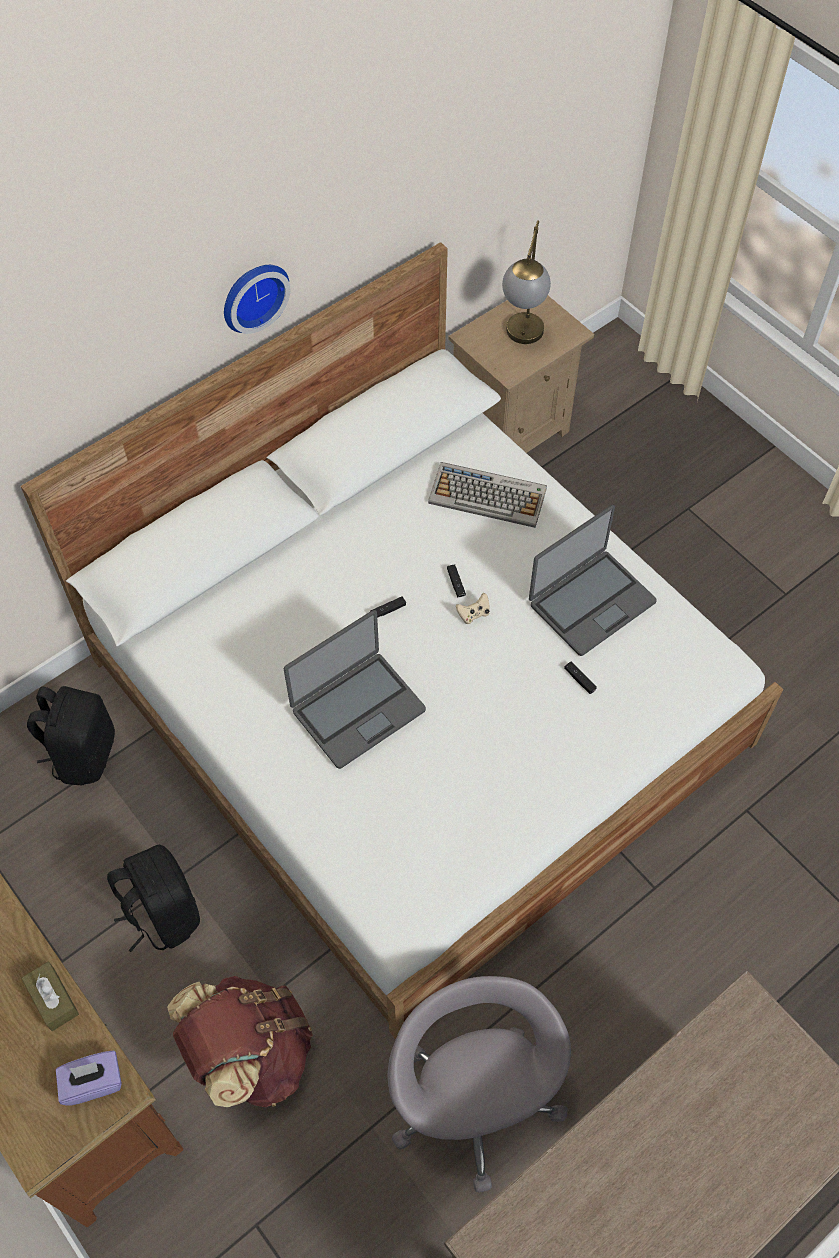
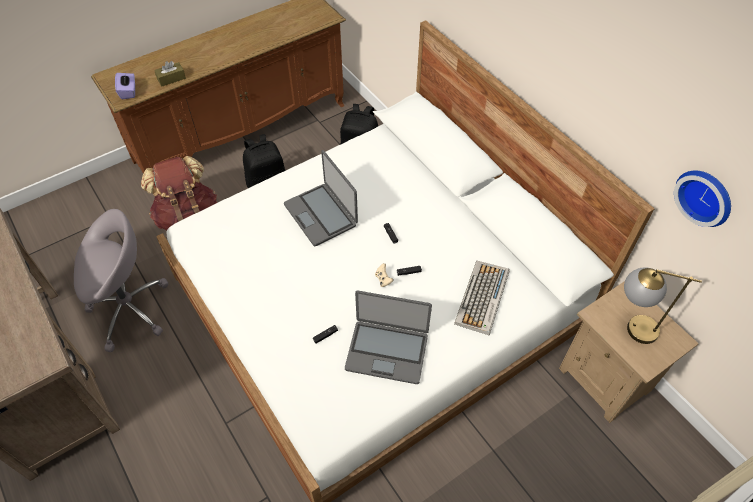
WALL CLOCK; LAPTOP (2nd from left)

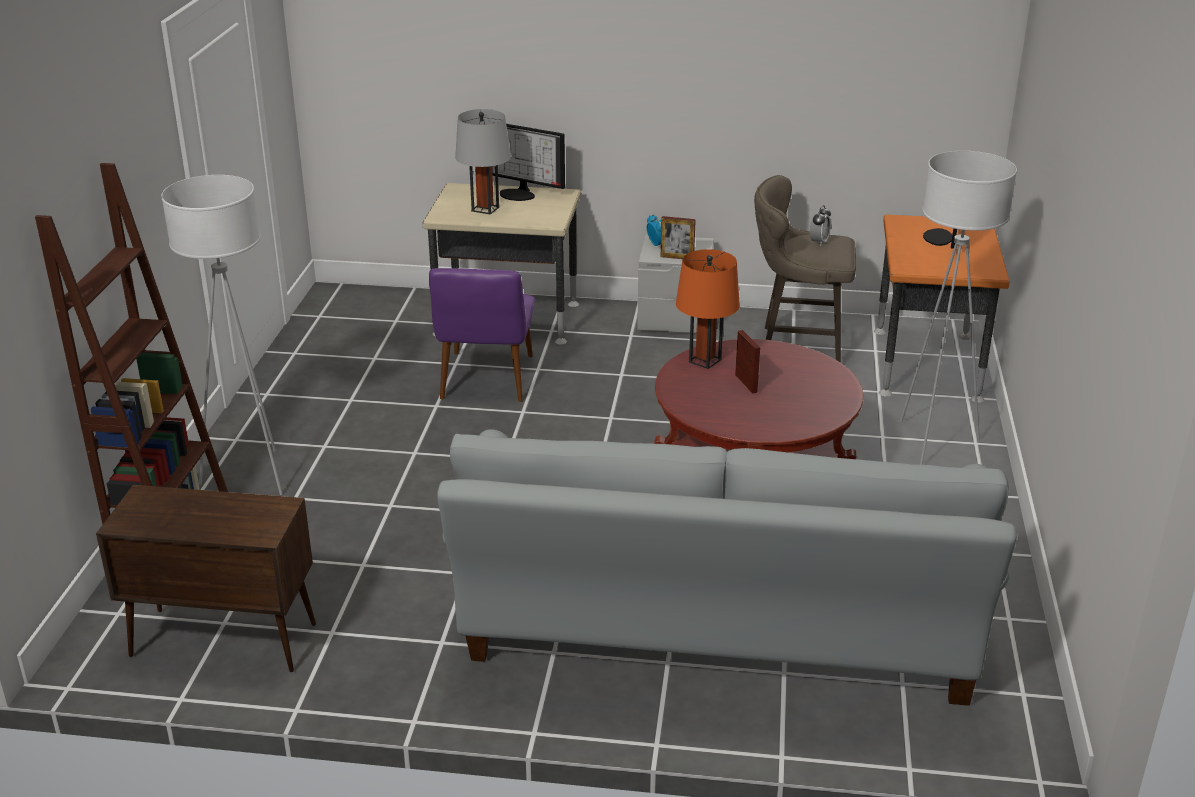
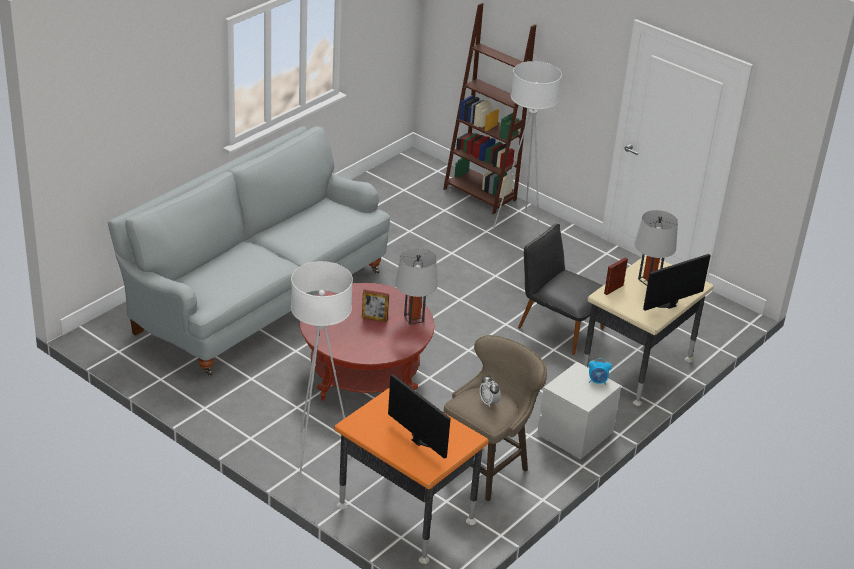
BROWN CABINET; PICTURE FRAME (2nd from left); BLACK CHAIR; GREY TABLE LAMP (1st from left)

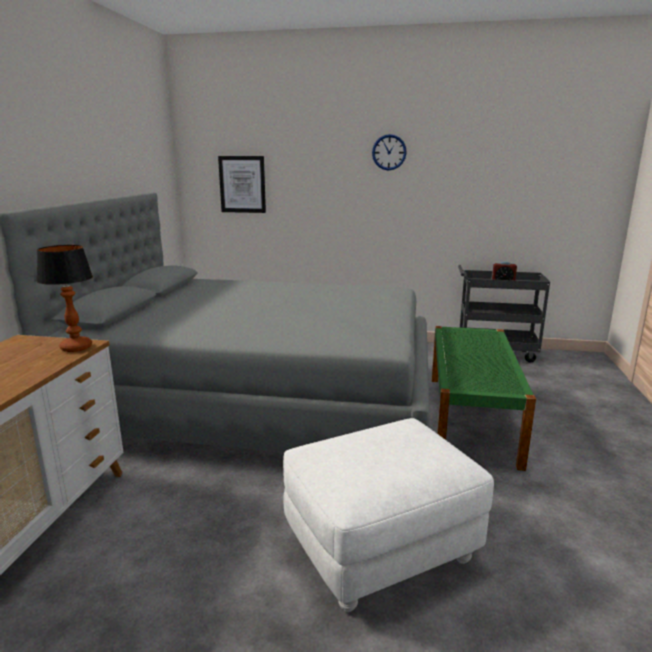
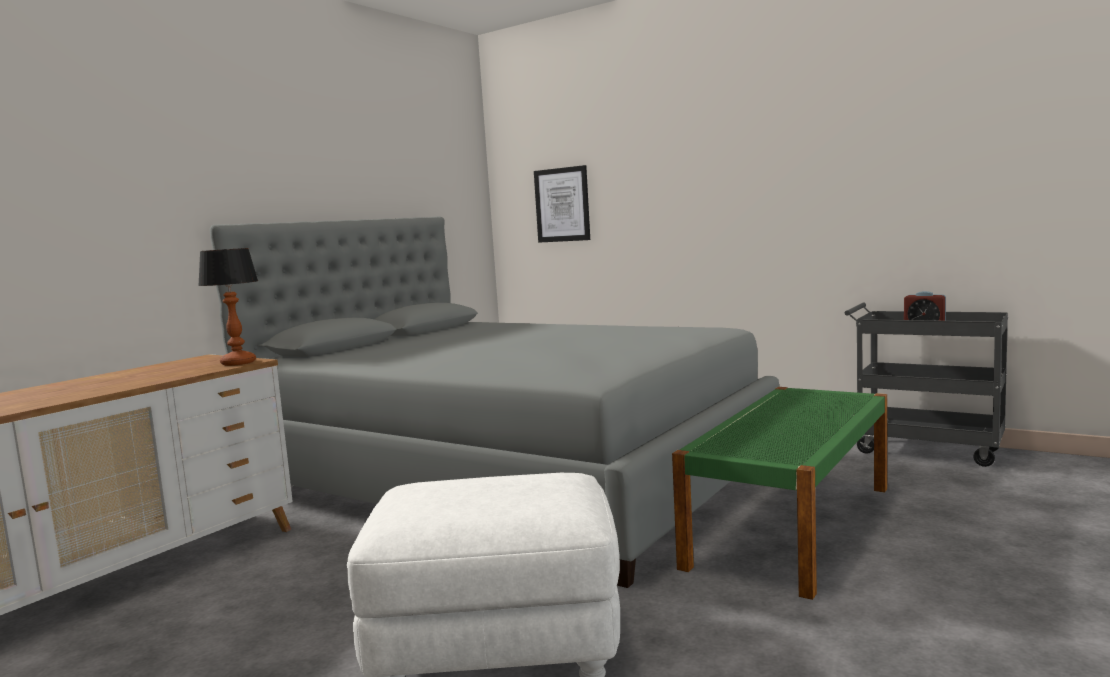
WALL CLOCK

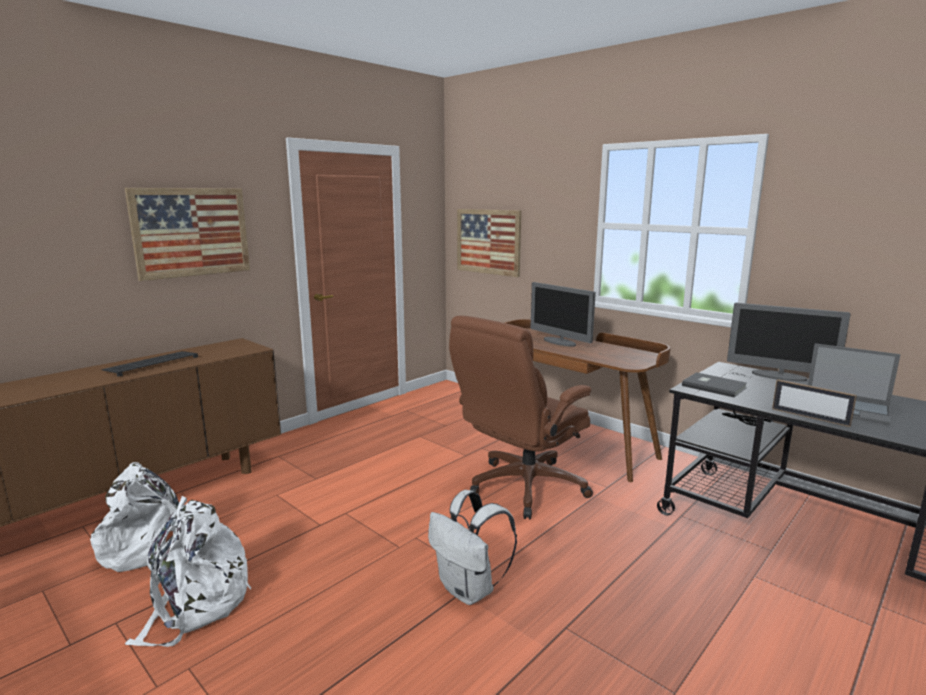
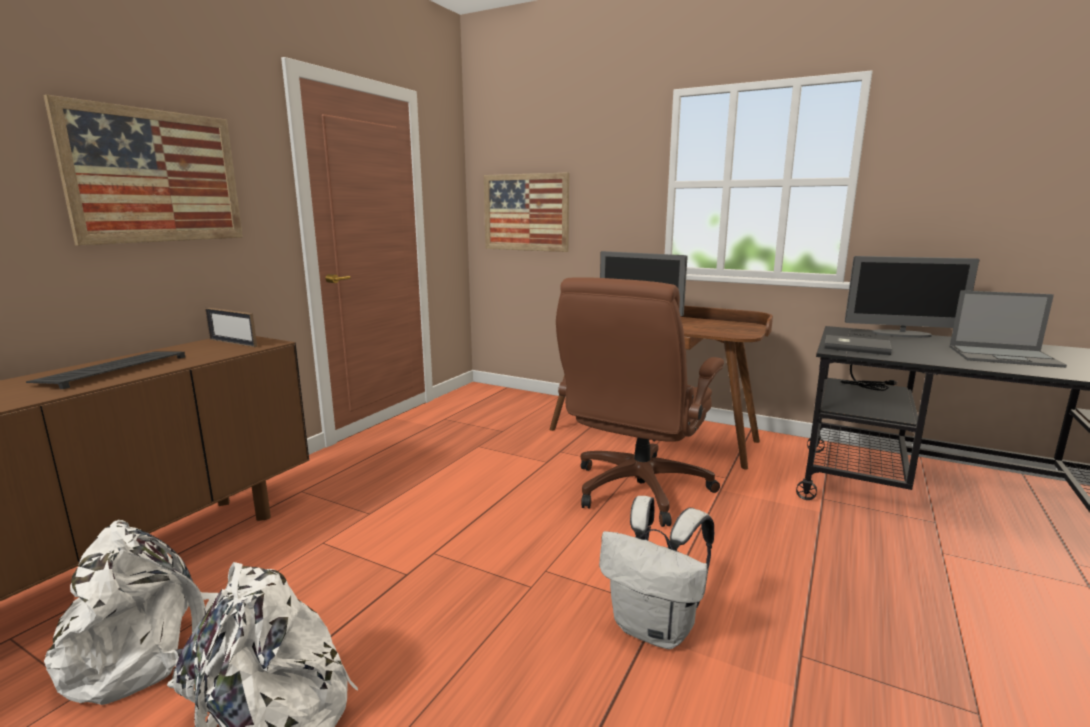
PICTURE FRAME

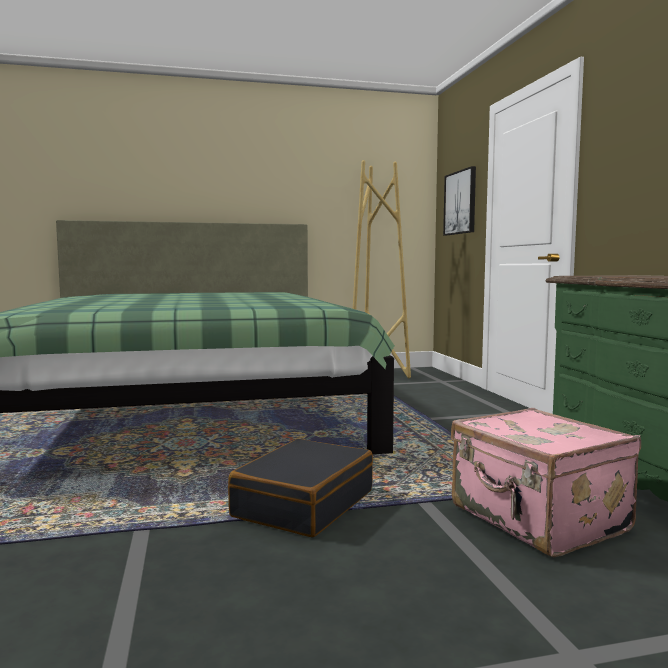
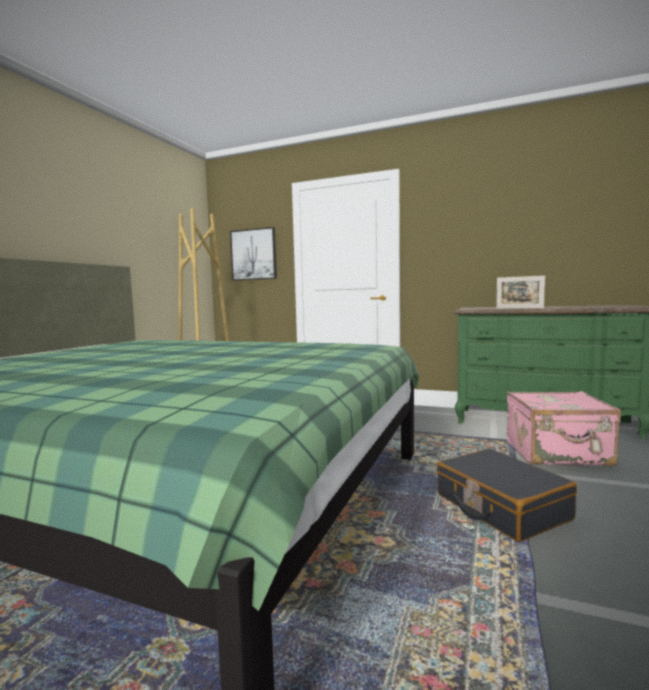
PICTURE FRAME

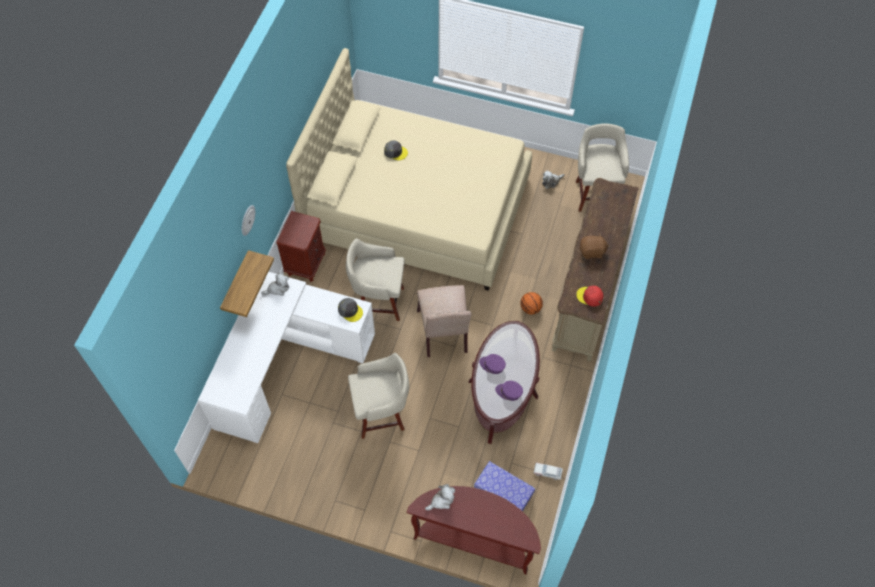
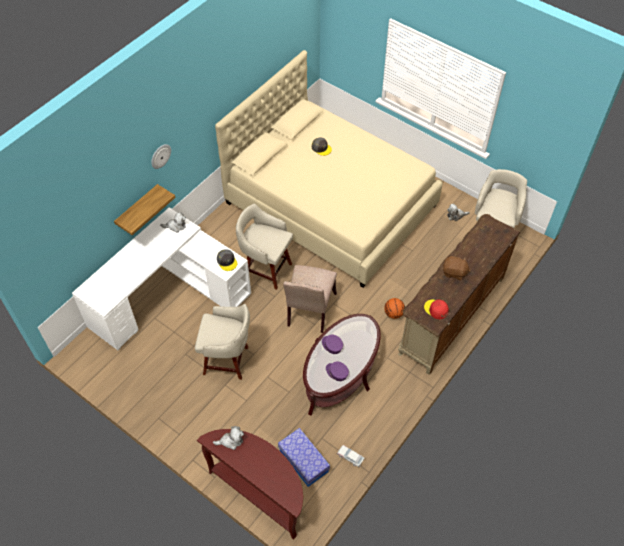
BROWN NIGHTSTAND

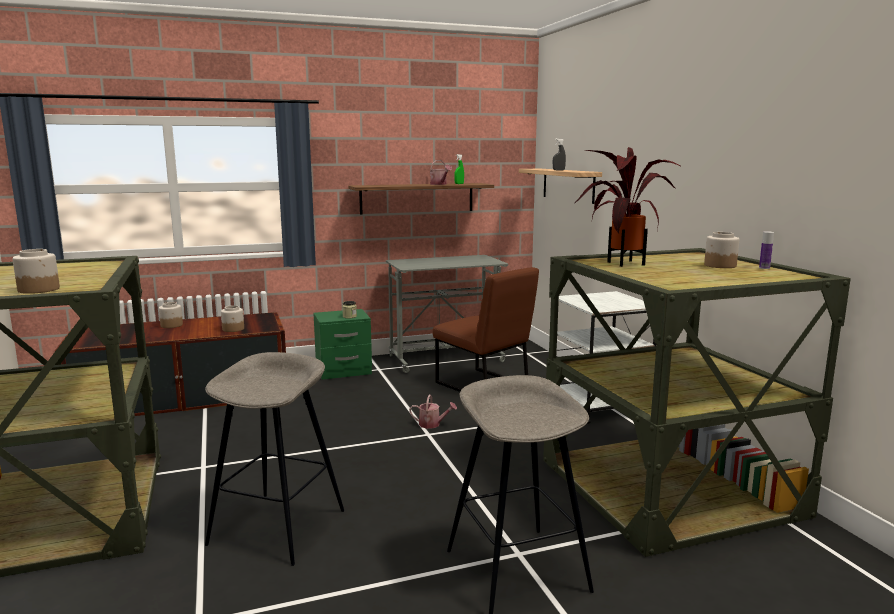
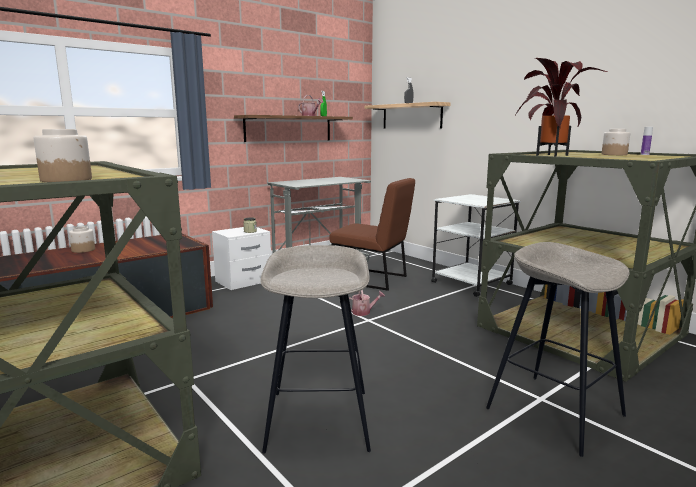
JAR (3rd from left in the first image); WHITE NIGHTSTAND

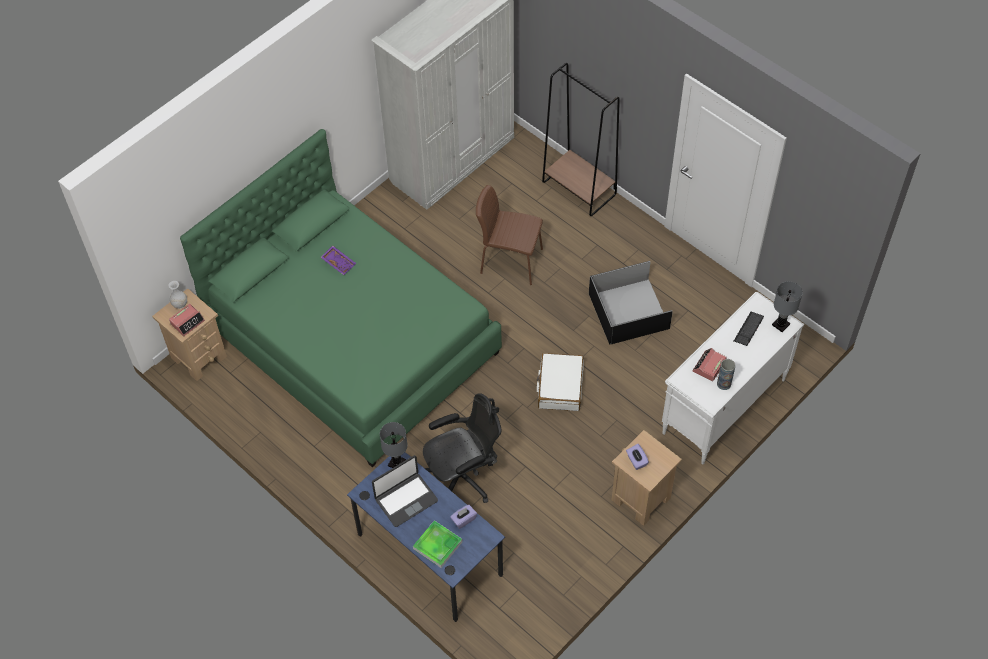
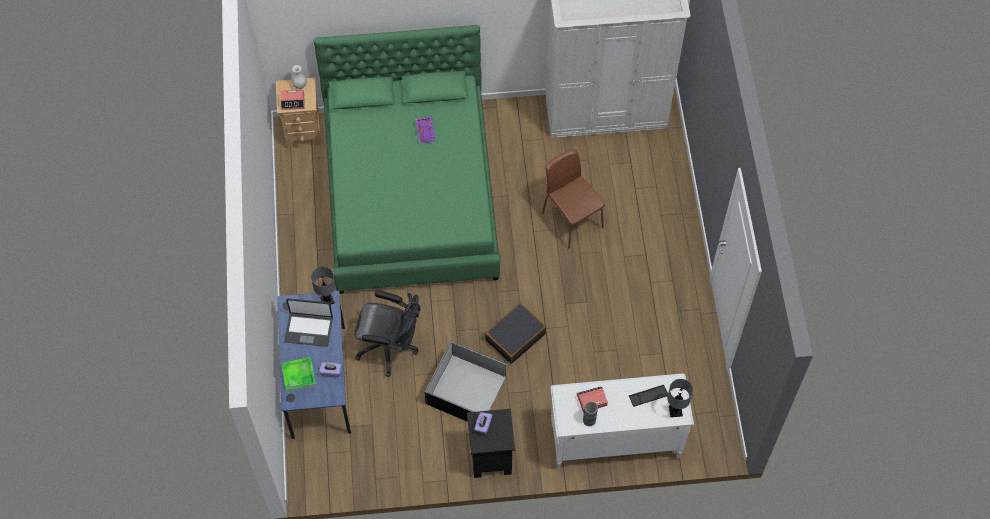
CLOTHES RACK; BLACK STORAGE BOX; BLACK SUITCASE; BLACK NIGHTSTAND

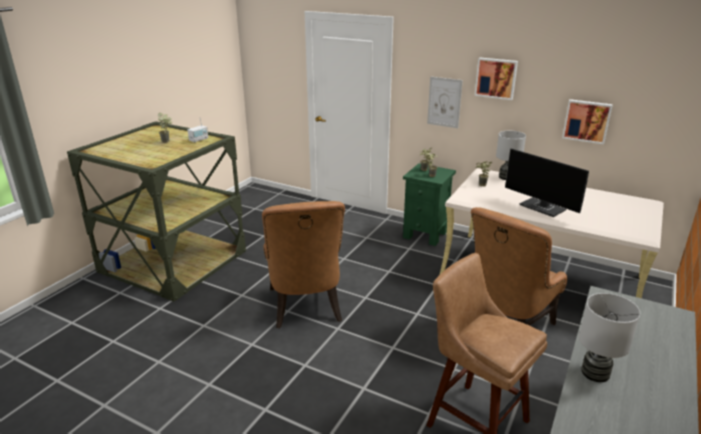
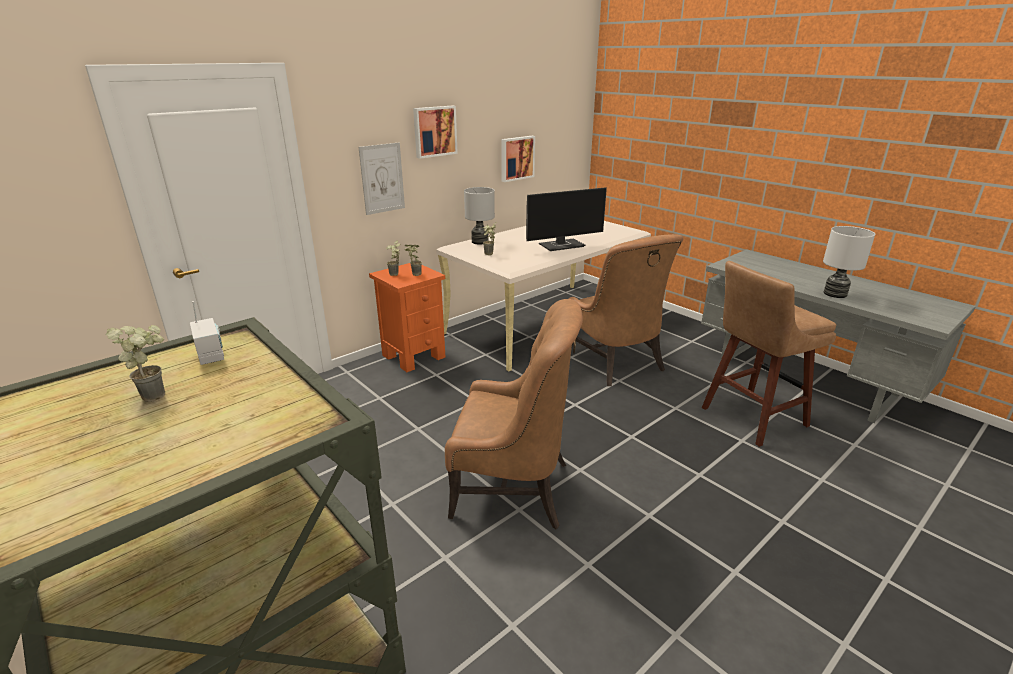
ORANGE NIGHTSTAND

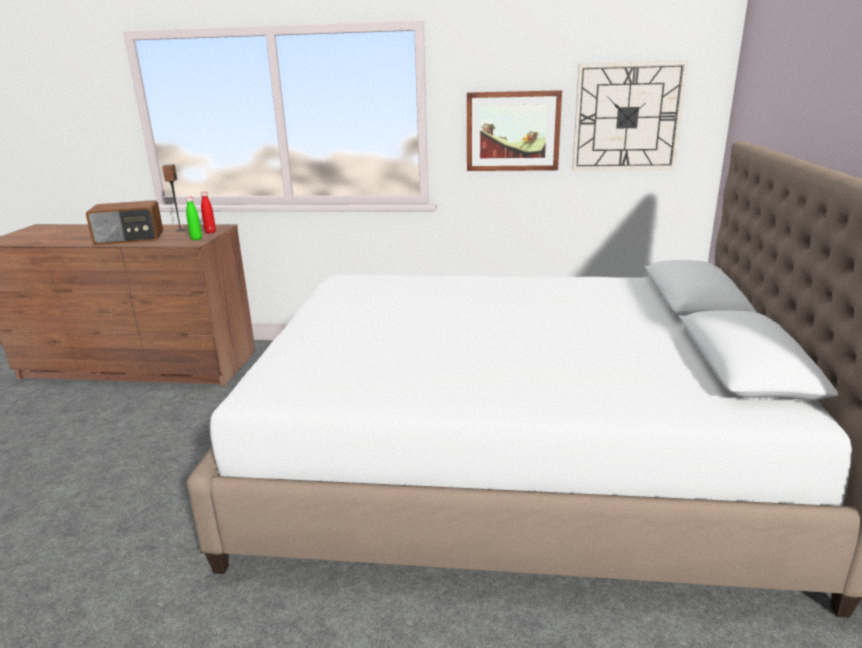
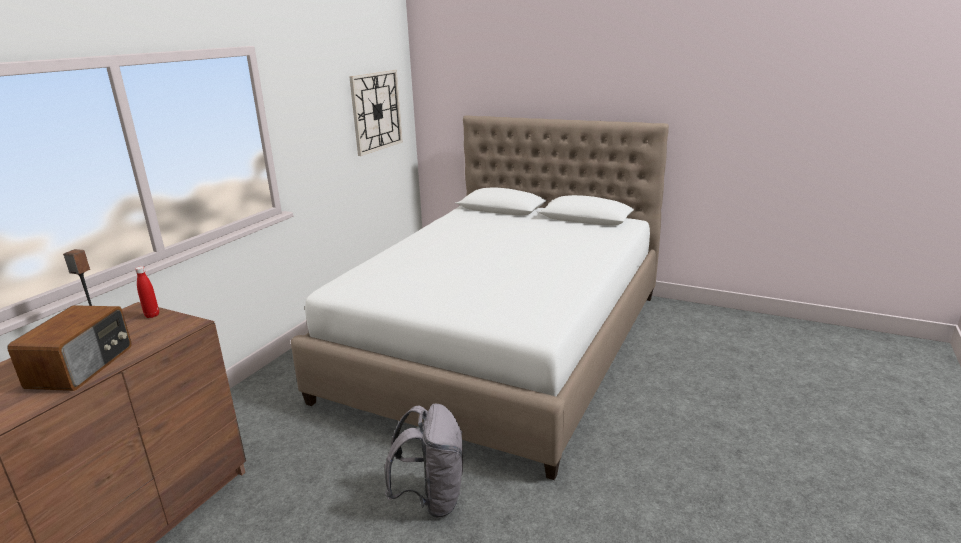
GREEN BOTTLE; PICTURE; GREY BACKPACK

